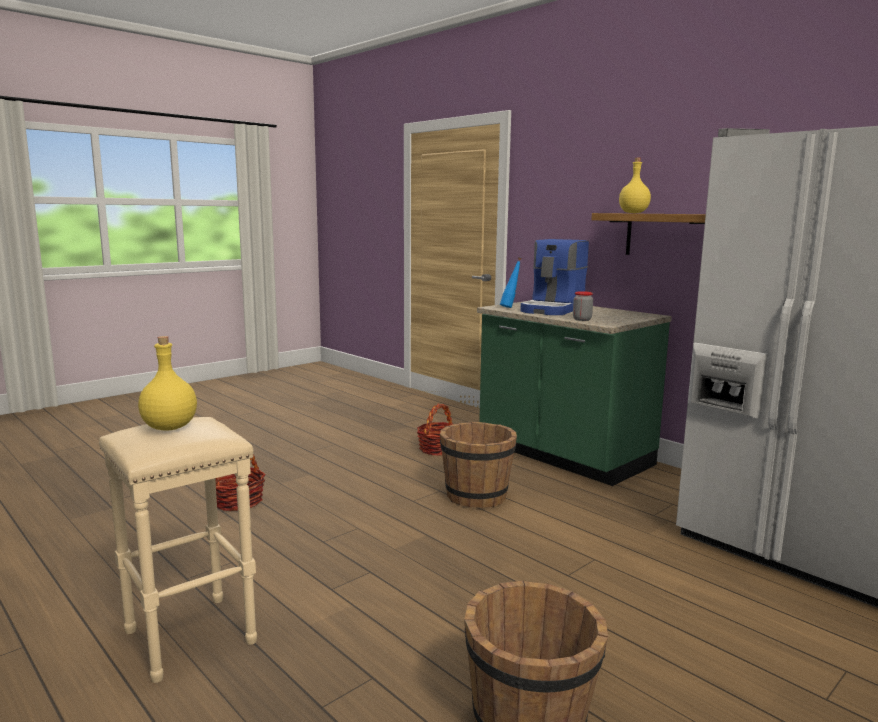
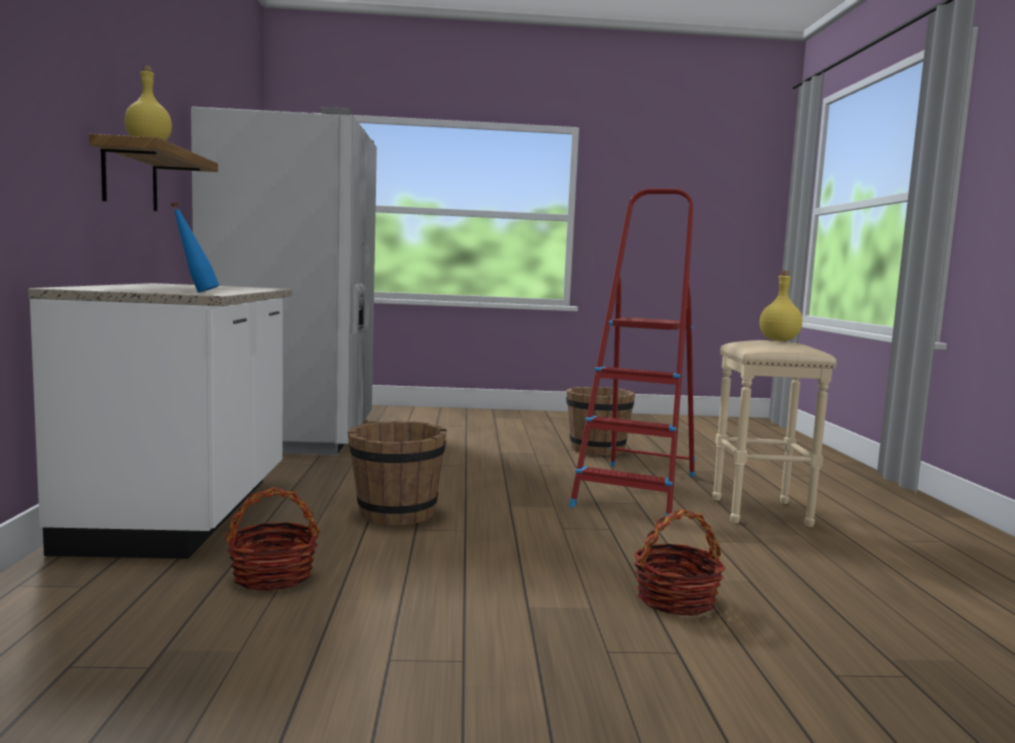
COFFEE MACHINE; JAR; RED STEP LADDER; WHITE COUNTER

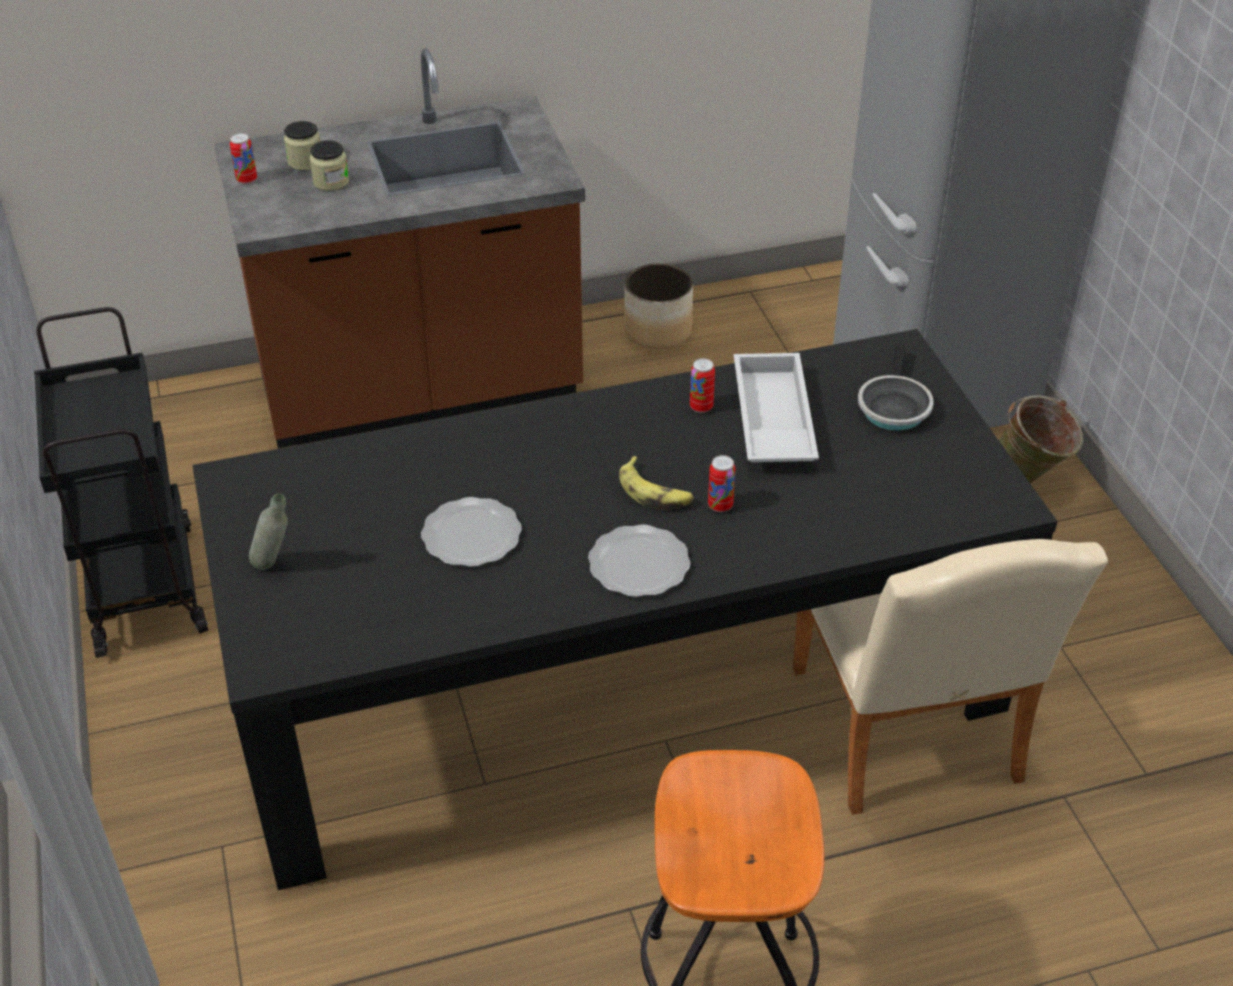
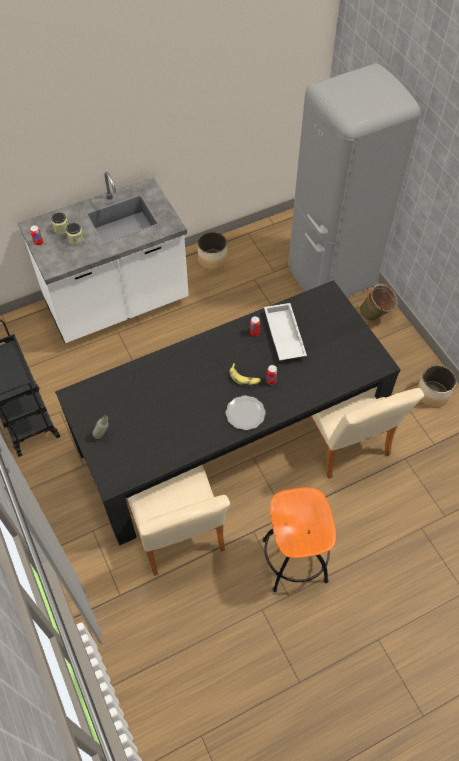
PLATE (1st from left in the first image); FRYING PAN; BEIGE CHAIR (1st from left); PLANTER (2nd from left); WHITE COUNTER

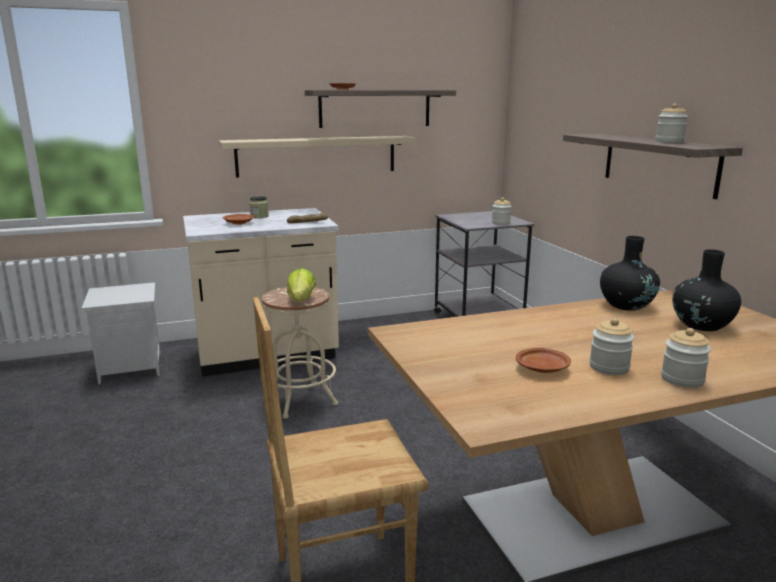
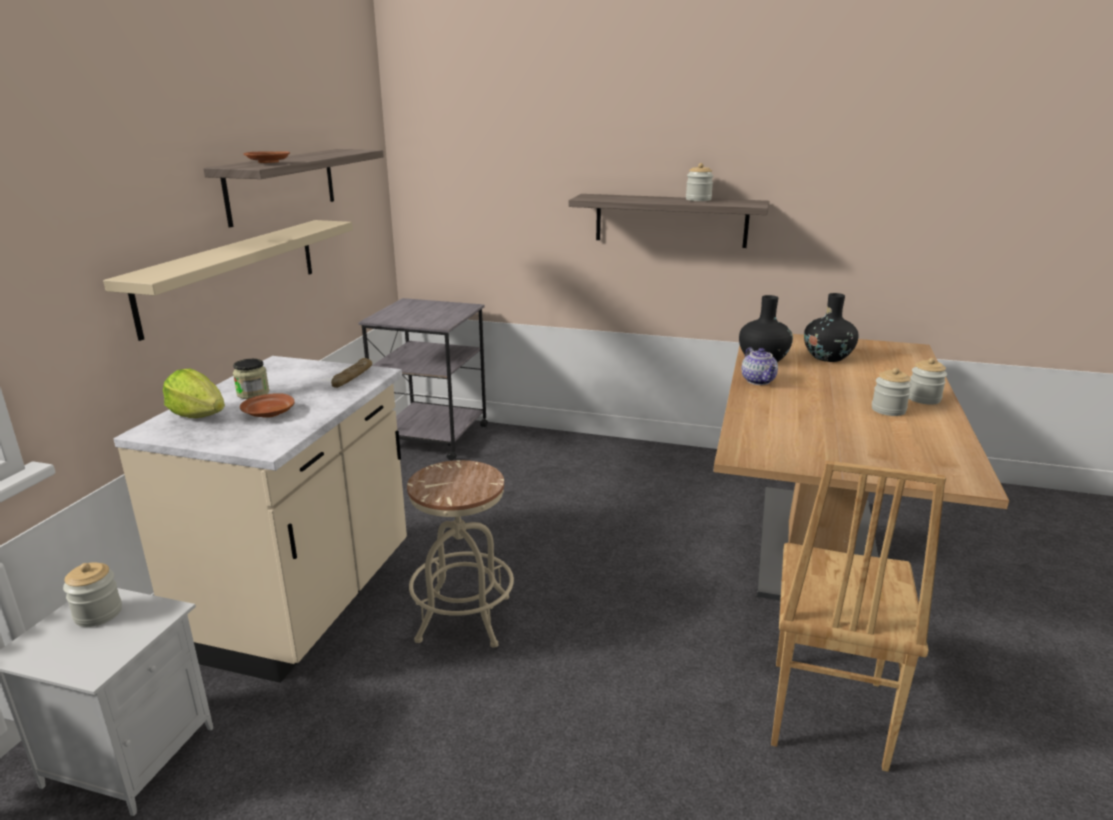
BROWN PLATE (3rd from left in the first image); TEAPOT; LETTUCE; JAR (1st from left)

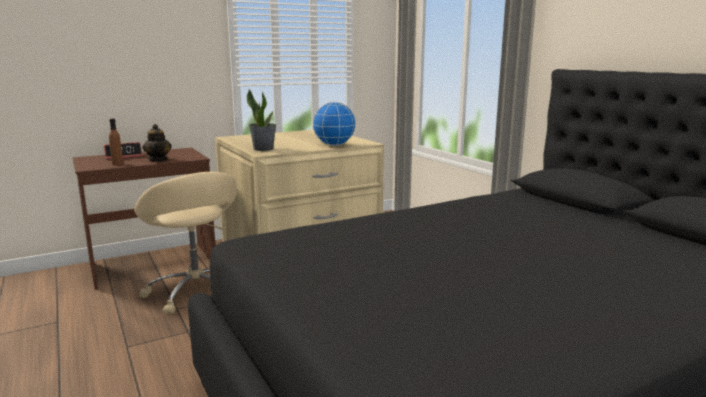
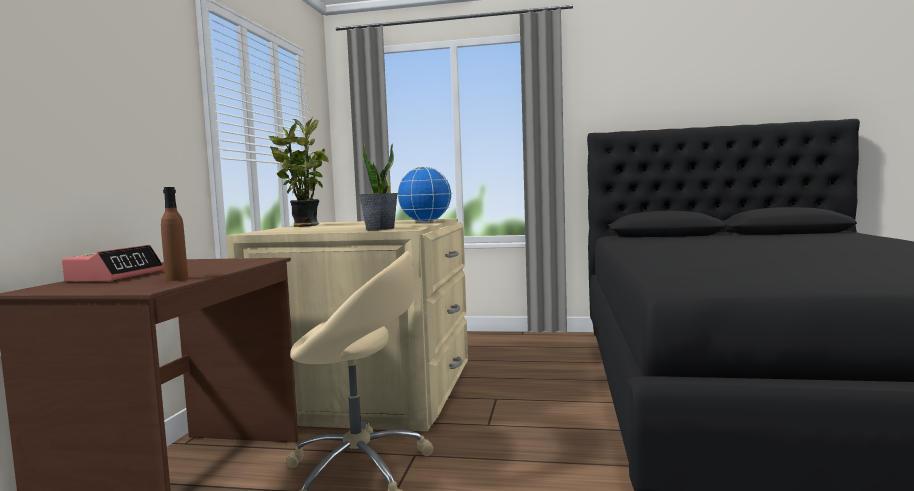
TEAPOT; POTTED PLANT (1st from left)

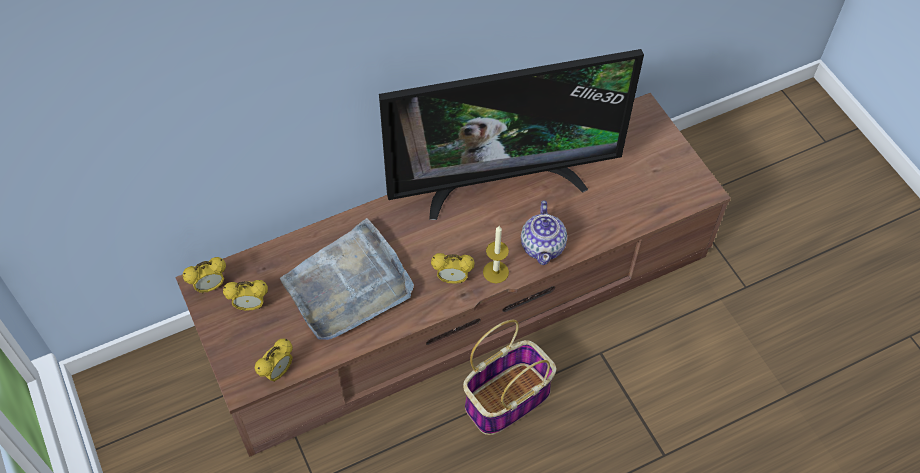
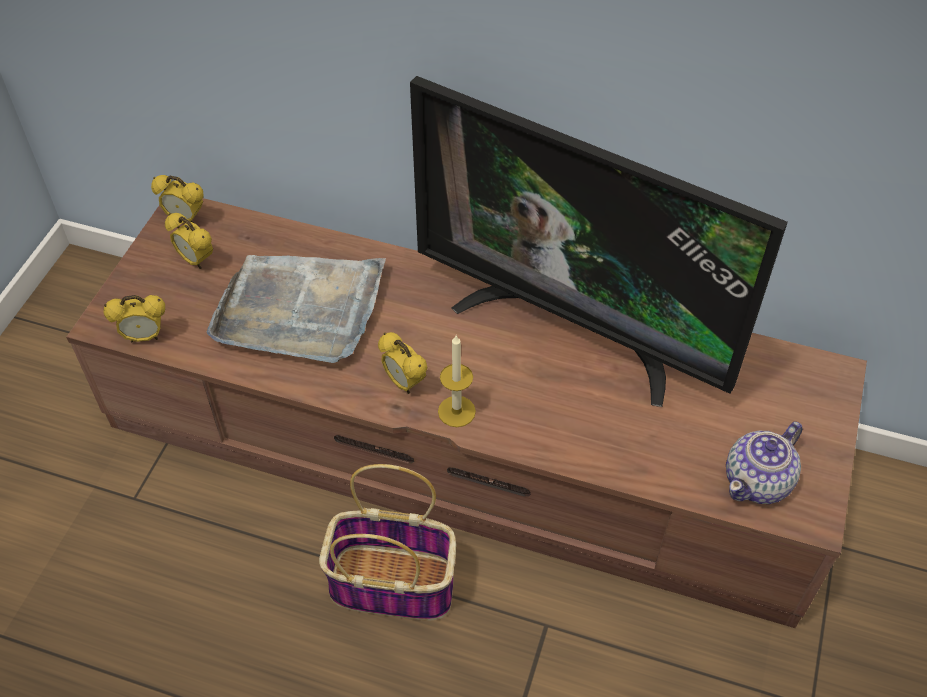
TEAPOT

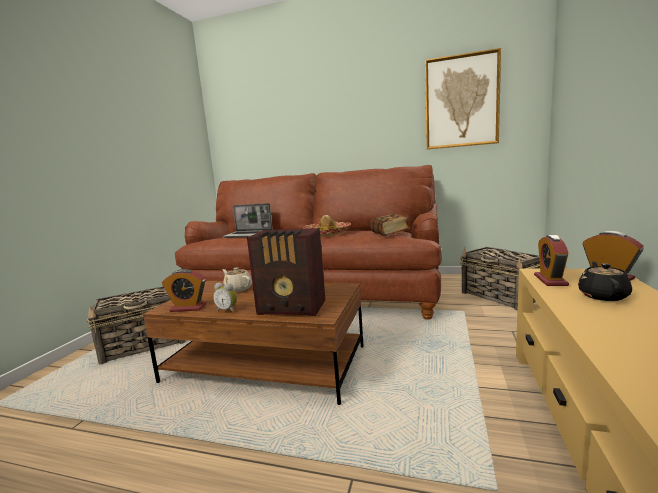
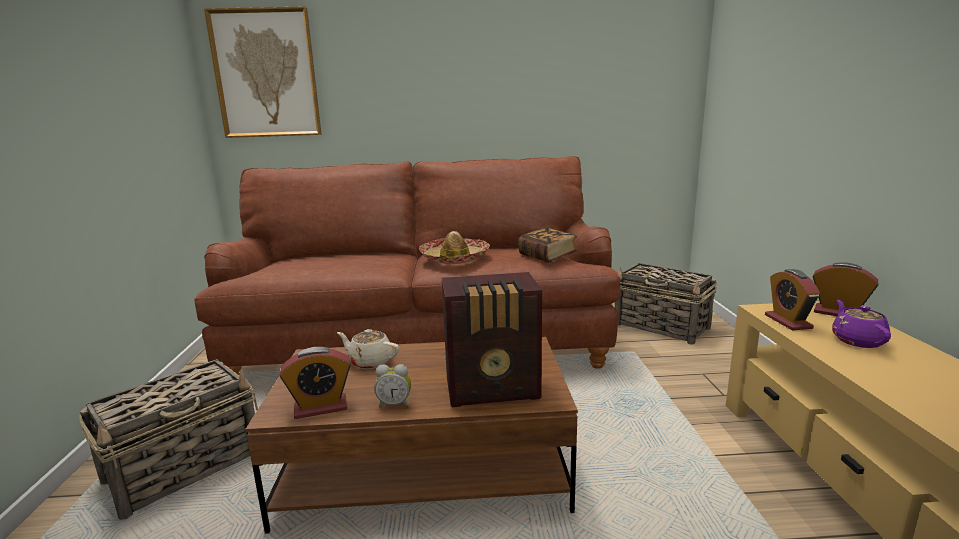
LAPTOP; PICTURE; PURPLE TEAPOT

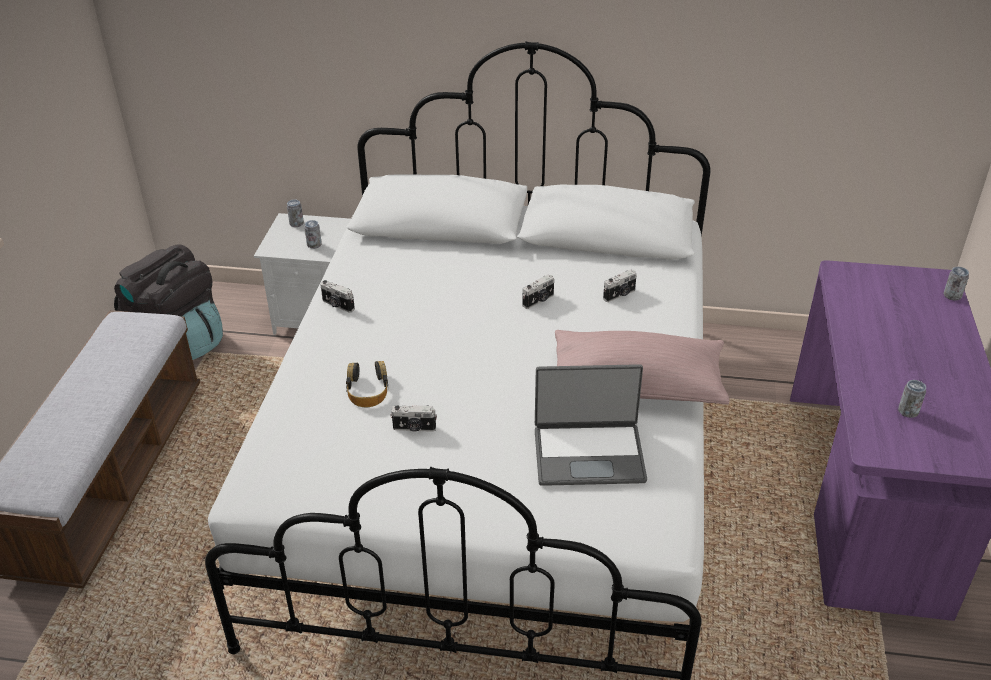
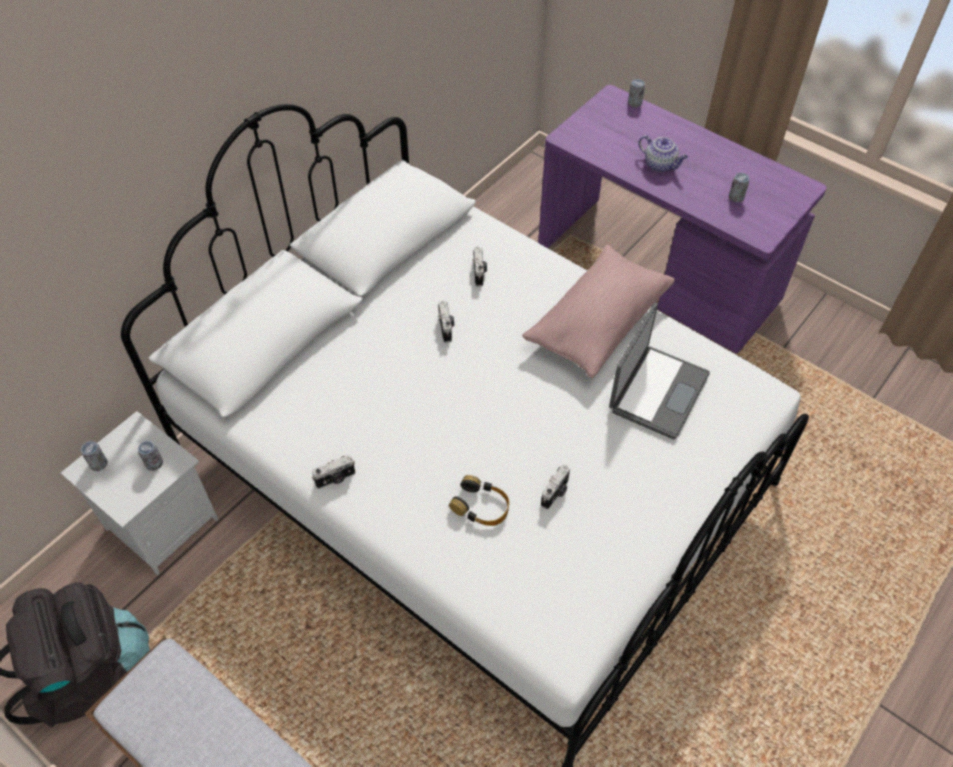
TEAPOT

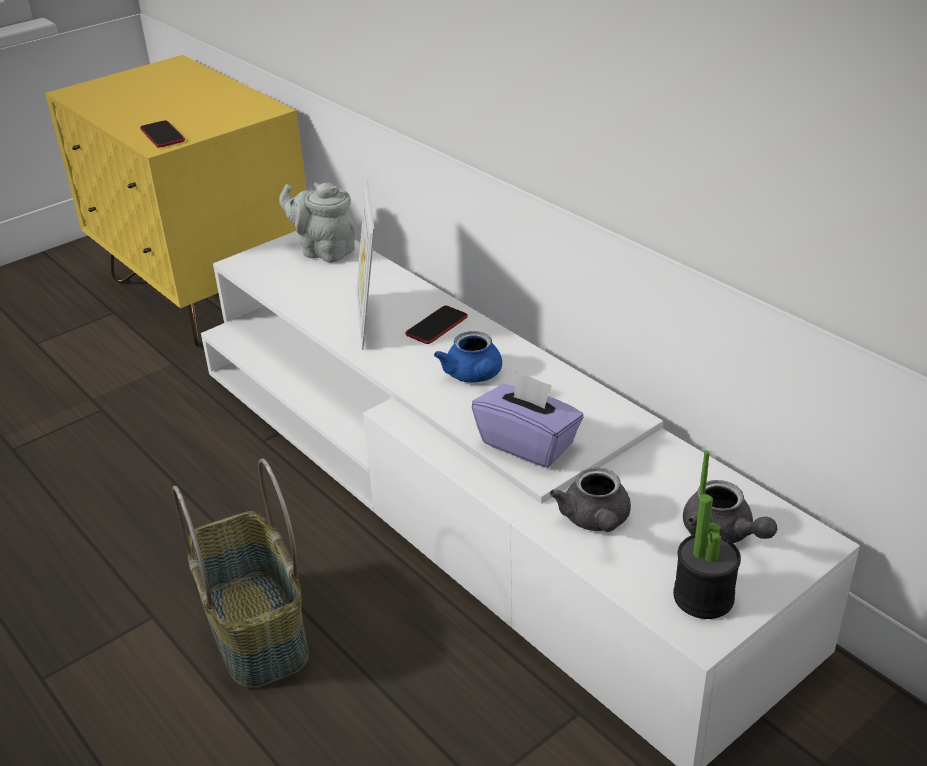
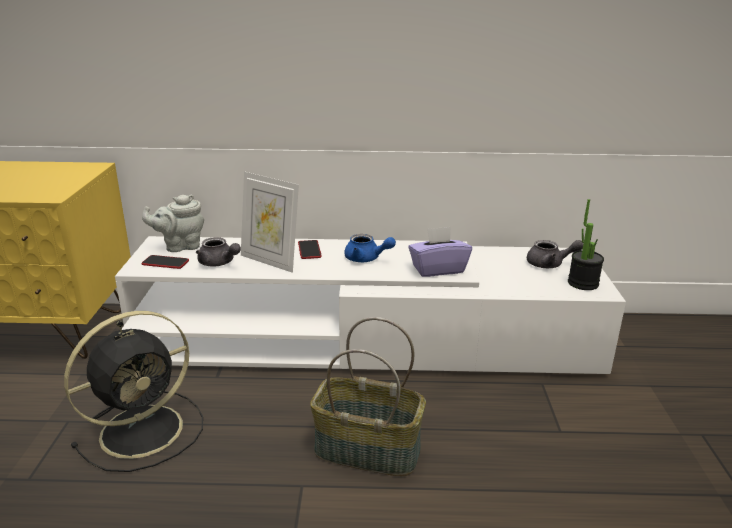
BLACK FAN; PHONE (1st from left); GREY TEAPOT (2nd from left)

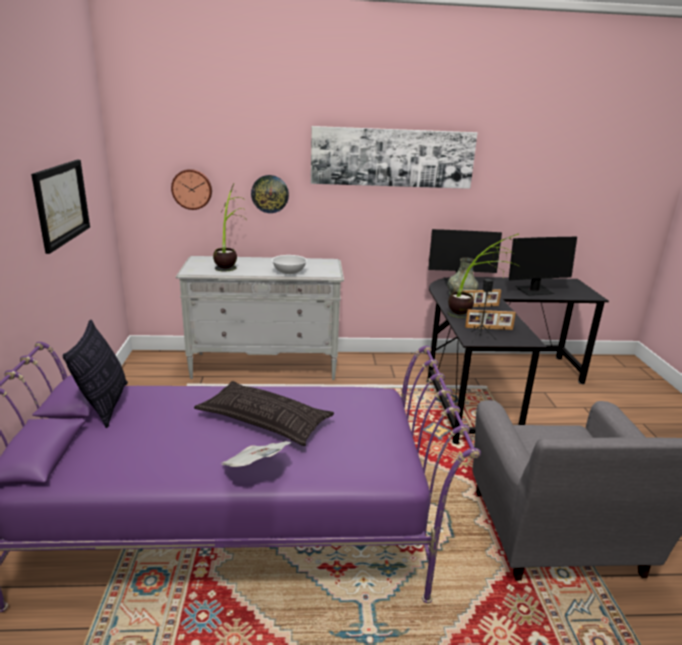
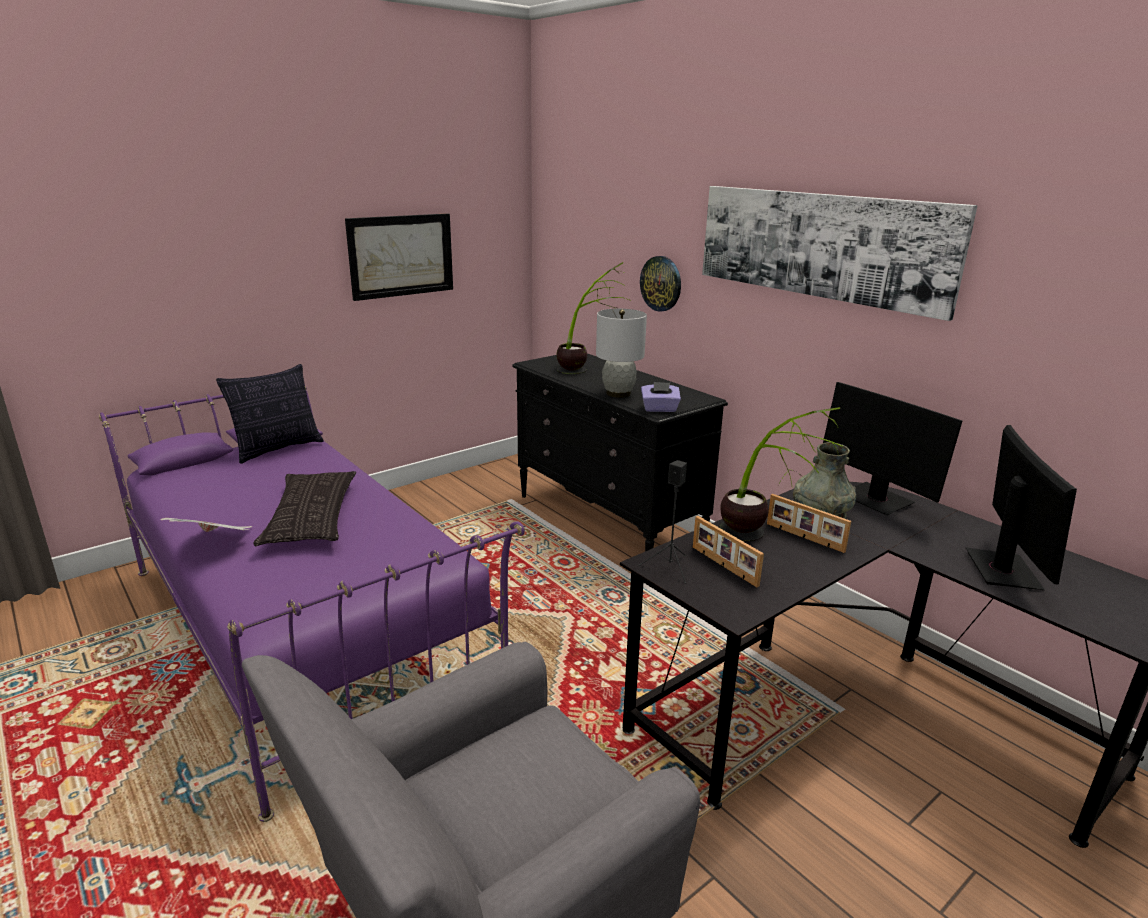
WALL CLOCK (1st from left in the first image); PURPLE TISSUE BOX; WHITE TABLE LAMP; BLACK DRESSER; MONITOR (2nd from left)

